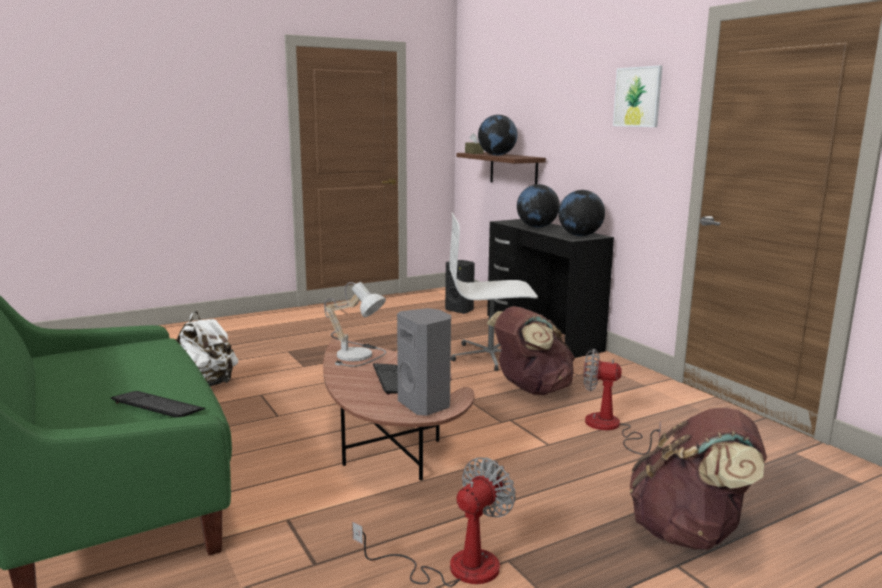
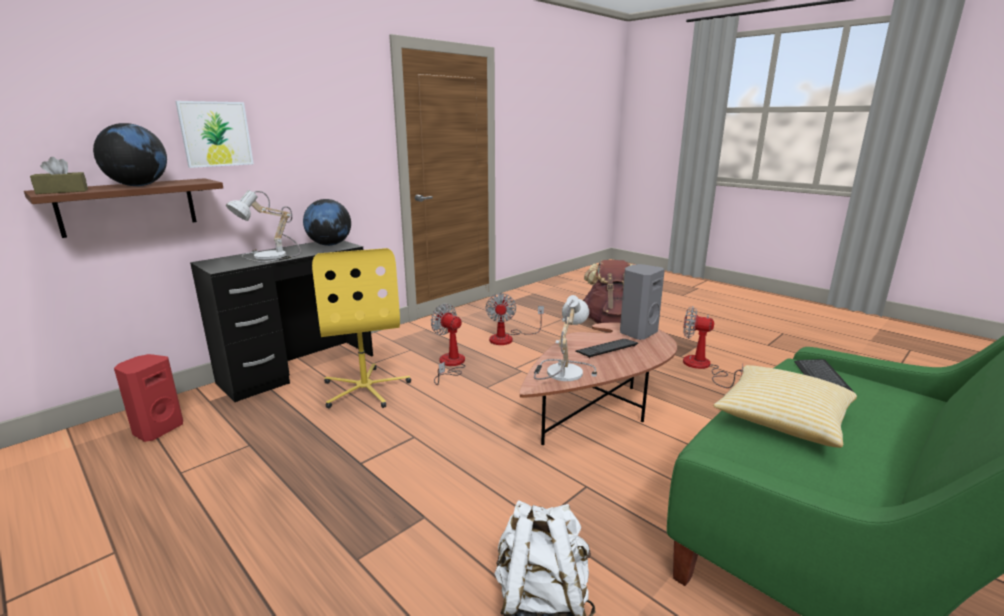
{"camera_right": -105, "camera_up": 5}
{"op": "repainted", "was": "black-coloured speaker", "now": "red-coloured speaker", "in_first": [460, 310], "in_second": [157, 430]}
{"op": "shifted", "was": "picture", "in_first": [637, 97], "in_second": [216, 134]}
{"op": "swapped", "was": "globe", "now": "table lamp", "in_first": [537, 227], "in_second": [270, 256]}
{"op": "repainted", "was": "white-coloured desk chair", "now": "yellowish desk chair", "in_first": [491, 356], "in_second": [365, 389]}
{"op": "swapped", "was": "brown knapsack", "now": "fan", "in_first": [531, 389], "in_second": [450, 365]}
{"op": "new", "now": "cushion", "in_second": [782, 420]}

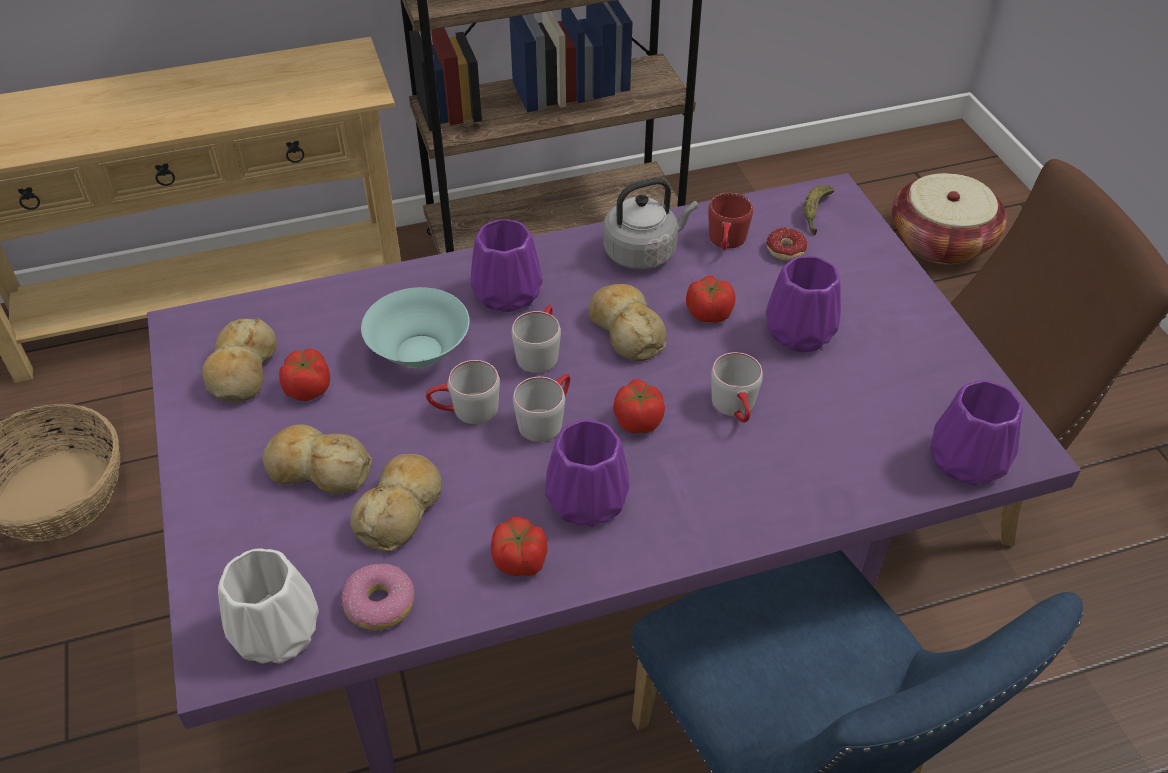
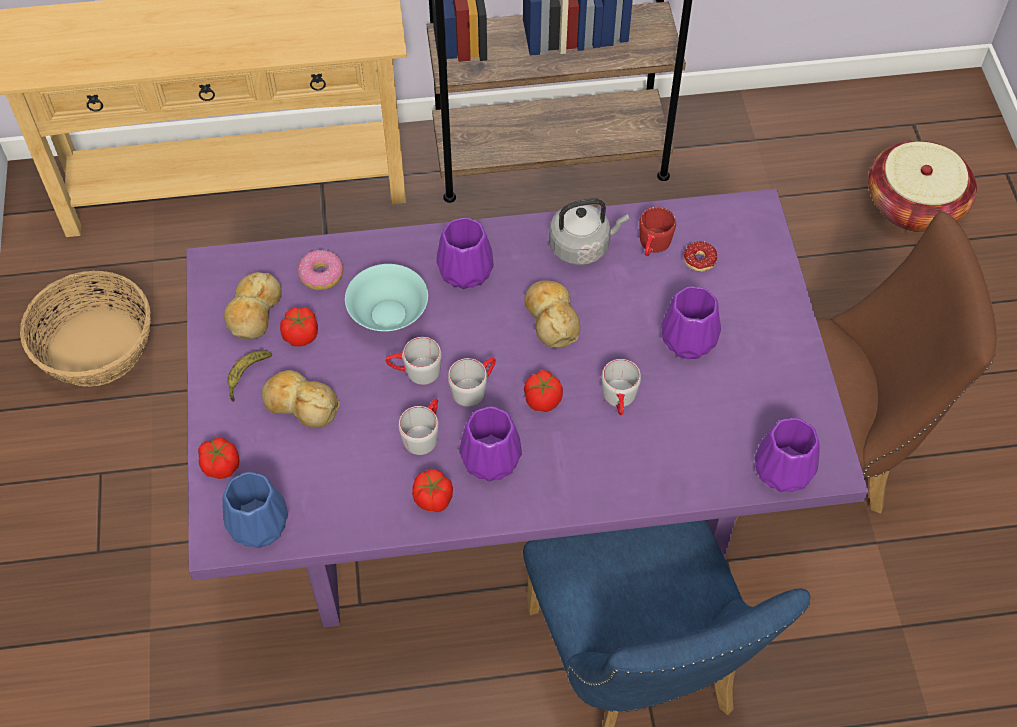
{"camera_right": 10, "camera_up": 10}
{"op": "shifted", "was": "tomato", "in_first": [708, 313], "in_second": [220, 465]}
{"op": "repainted", "was": "white-coloured decorative vase", "now": "blue-coloured decorative vase", "in_first": [278, 632], "in_second": [260, 524]}
{"op": "shifted", "was": "banana", "in_first": [815, 213], "in_second": [246, 376]}
{"op": "shifted", "was": "ring doughnut", "in_first": [380, 604], "in_second": [321, 275]}
{"op": "shifted", "was": "greyish mug", "in_first": [540, 351], "in_second": [424, 433]}
{"op": "gone", "was": "baked bread", "in_first": [401, 509]}

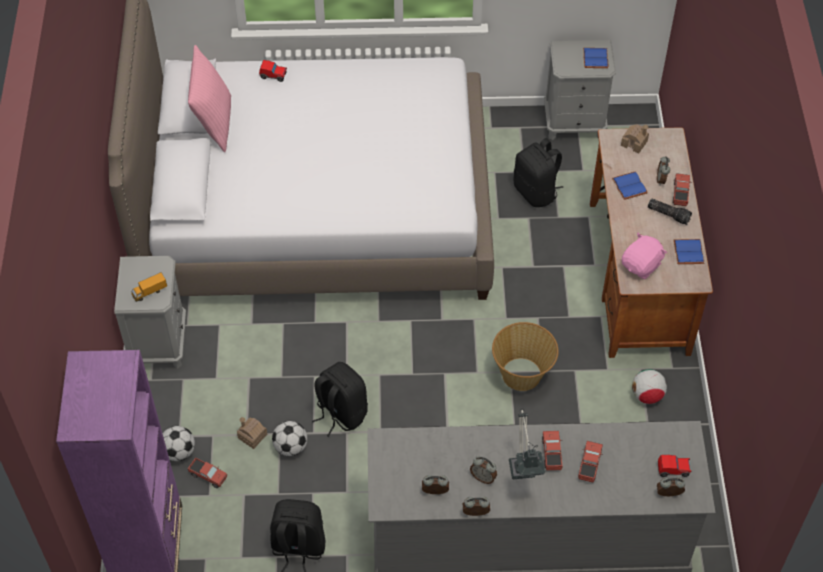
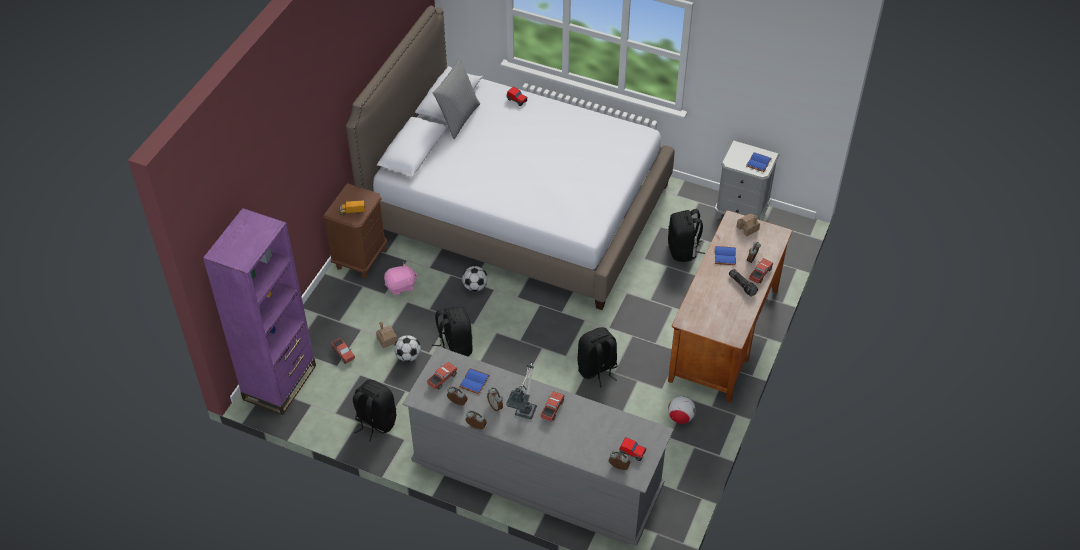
{"camera_right": 25, "camera_up": -5}
{"op": "repainted", "was": "greyish bedside table", "now": "brown bedside table", "in_first": [159, 343], "in_second": [360, 258]}
{"op": "shifted", "was": "pink-coloured soft toy", "in_first": [641, 265], "in_second": [401, 286]}
{"op": "shifted", "was": "toy lorry", "in_first": [589, 465], "in_second": [442, 379]}
{"op": "repainted", "was": "pink-coloured cushion", "now": "greyish cushion", "in_first": [214, 123], "in_second": [458, 118]}
{"op": "shifted", "was": "blue-coloured bound book", "in_first": [687, 252], "in_second": [474, 381]}
{"op": "shifted", "was": "football ball", "in_first": [179, 452], "in_second": [475, 287]}
{"op": "swapped", "was": "storage basket", "now": "black-coloured knapsack", "in_first": [522, 374], "in_second": [597, 369]}

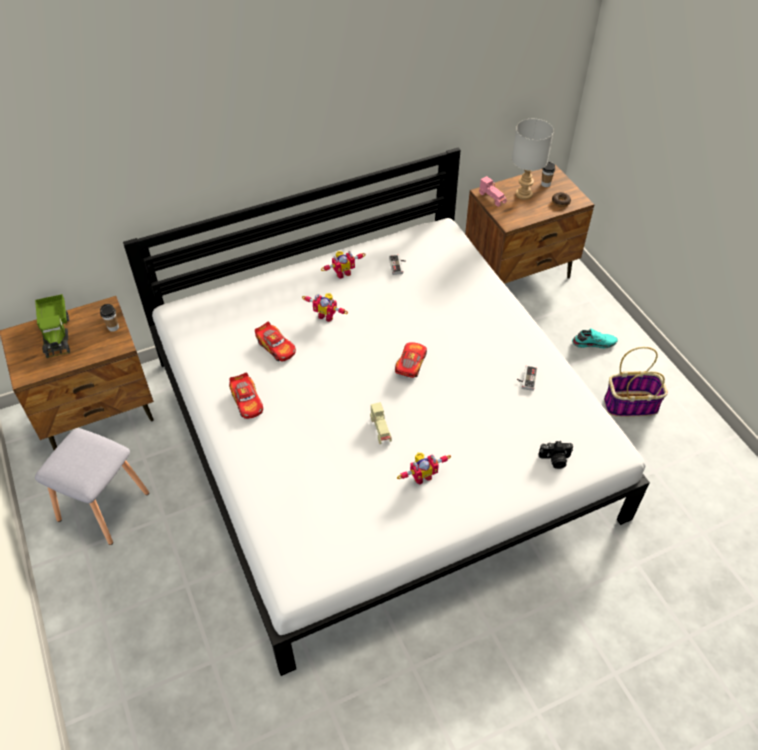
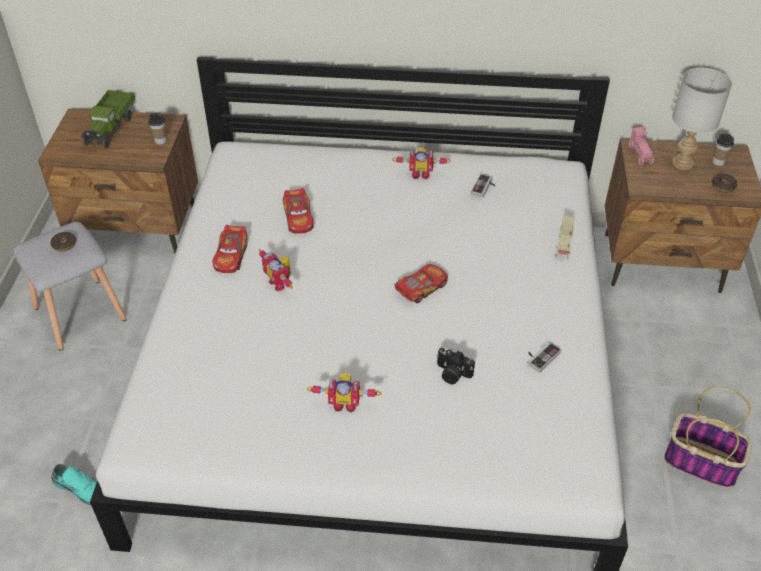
{"camera_right": 30, "camera_up": -5}
{"op": "new", "now": "ring doughnut", "in_second": [64, 244]}
{"op": "shifted", "was": "turquoise-coloured shoe", "in_first": [593, 342], "in_second": [82, 488]}
{"op": "shifted", "was": "toy robot", "in_first": [327, 315], "in_second": [280, 283]}
{"op": "shifted", "was": "photo camera", "in_first": [555, 460], "in_second": [452, 374]}
{"op": "shifted", "was": "sand-coloured miniature car", "in_first": [381, 430], "in_second": [564, 246]}

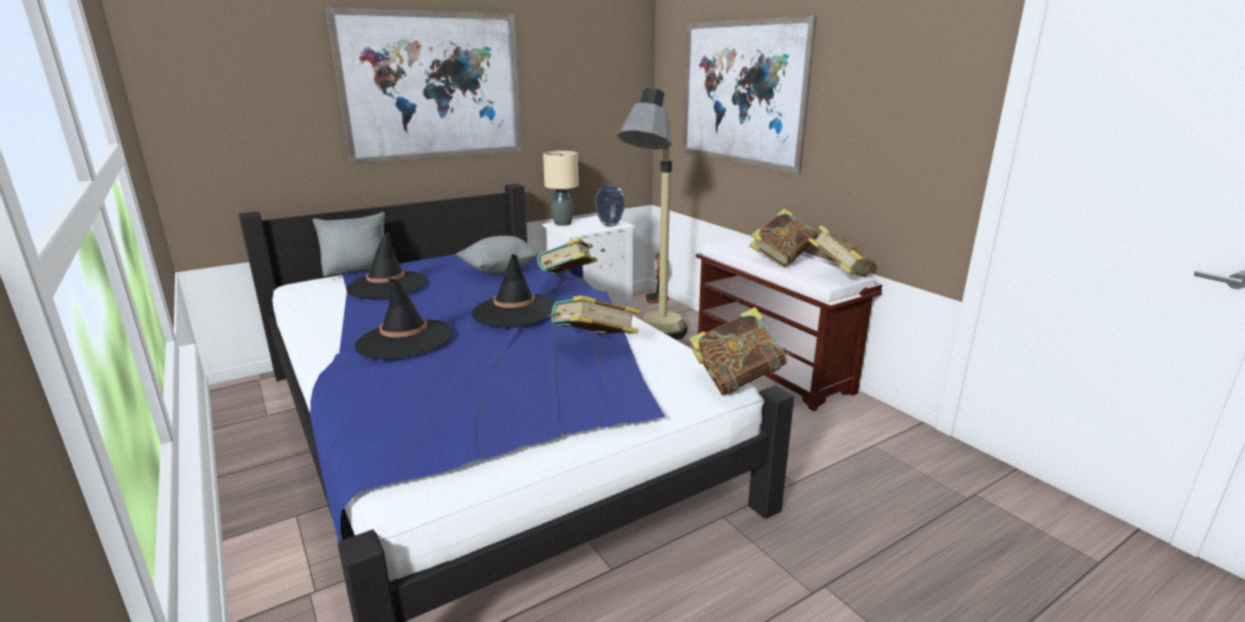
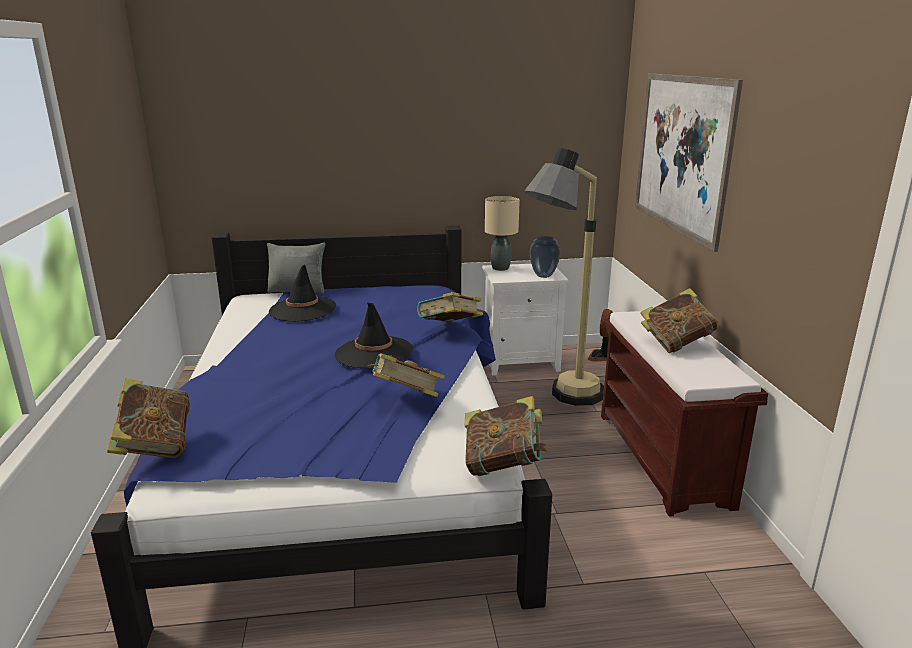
{"camera_right": 25, "camera_up": 0}
{"op": "shifted", "was": "bound book", "in_first": [839, 276], "in_second": [155, 447]}
{"op": "gone", "was": "picture", "in_first": [434, 86]}
{"op": "gone", "was": "black-coloured wearable hat", "in_first": [404, 340]}
{"op": "gone", "was": "greyish cushion", "in_first": [499, 270]}

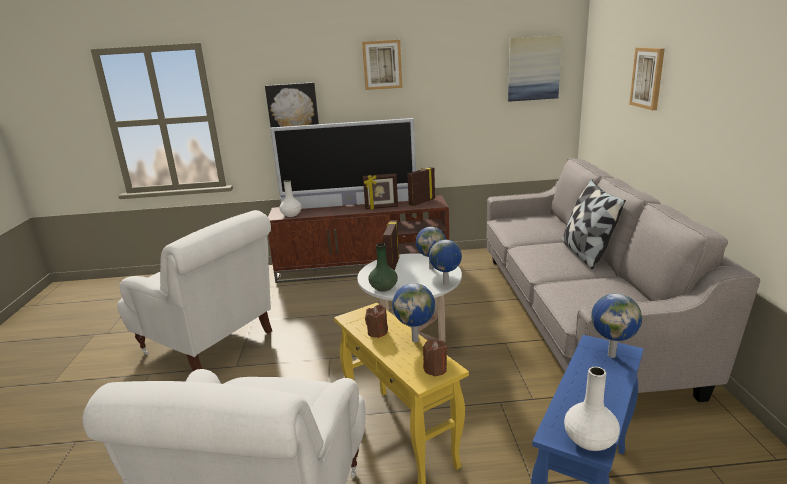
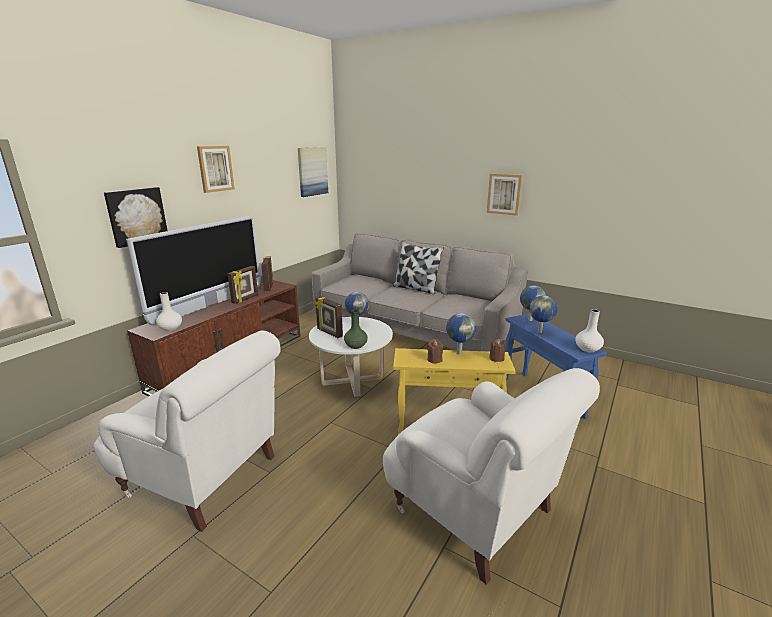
{"camera_right": -55, "camera_up": 0}
{"op": "rotated", "was": "white-coloured armchair", "in_first": [210, 343], "in_second": [205, 477], "clockwise": 45}
{"op": "shifted", "was": "picture", "in_first": [648, 78], "in_second": [504, 194]}
{"op": "shifted", "was": "globe", "in_first": [446, 284], "in_second": [540, 332]}

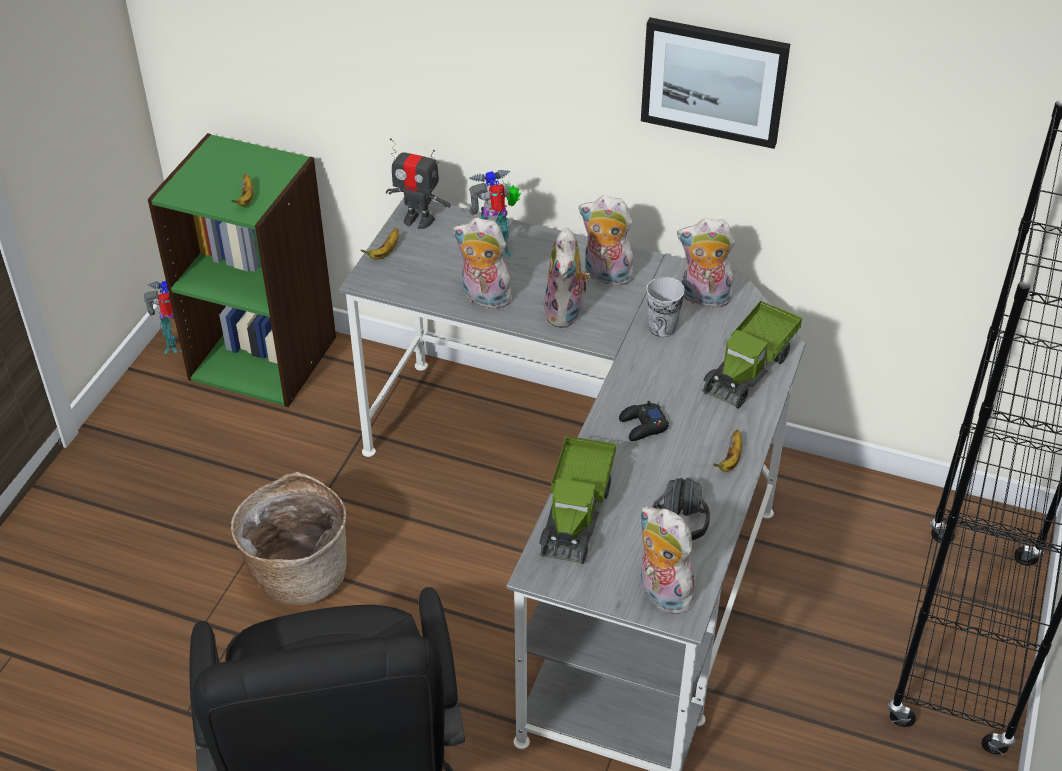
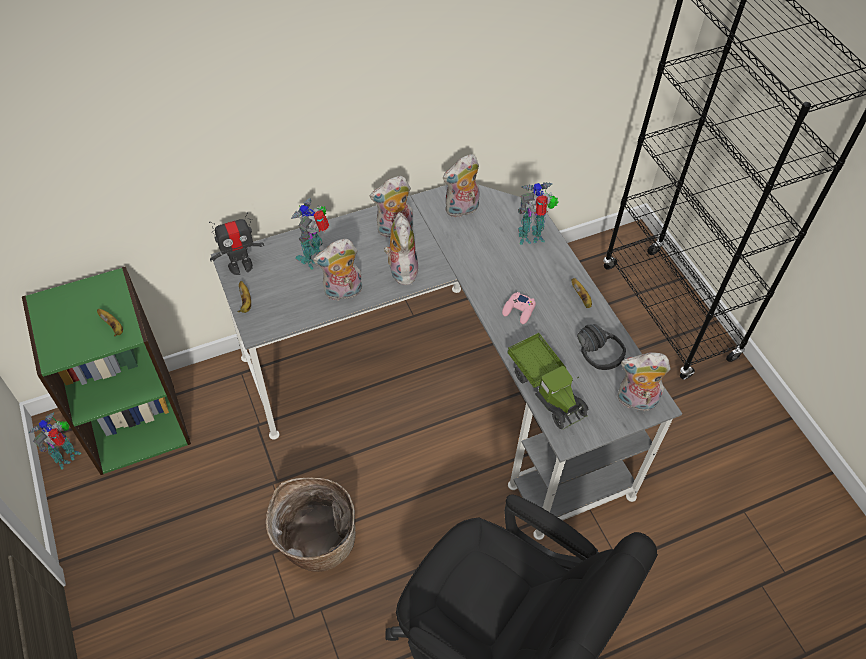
{"camera_right": -45, "camera_up": 10}
{"op": "rotated", "was": "soft toy", "in_first": [566, 314], "in_second": [401, 270], "clockwise": -150}
{"op": "repainted", "was": "black-coloured joypad", "now": "pink-coloured joypad", "in_first": [643, 426], "in_second": [519, 310]}
{"op": "swapped", "was": "toy lorry", "now": "toy robot", "in_first": [749, 370], "in_second": [532, 237]}
{"op": "gone", "was": "picture", "in_first": [714, 81]}
{"op": "gone", "was": "drinking cup", "in_first": [662, 328]}

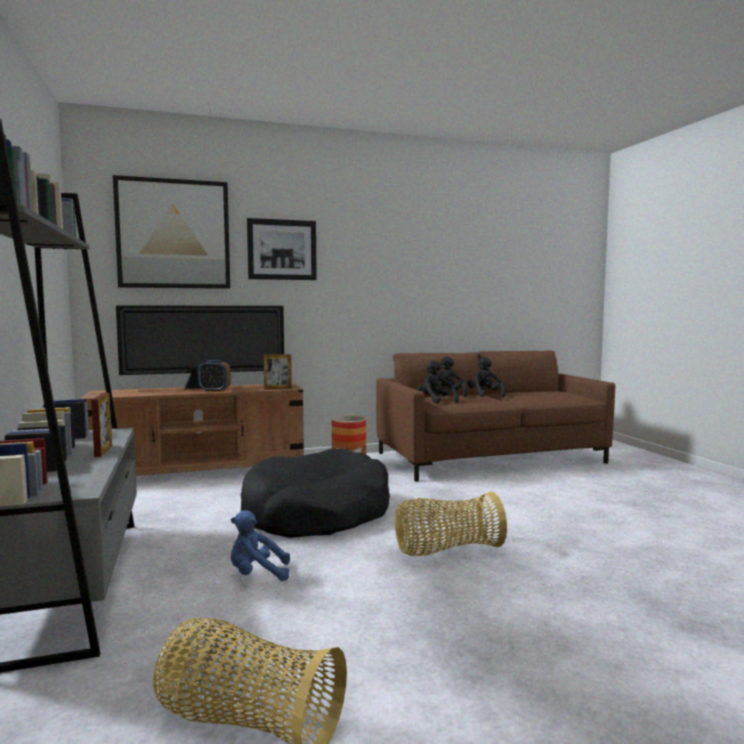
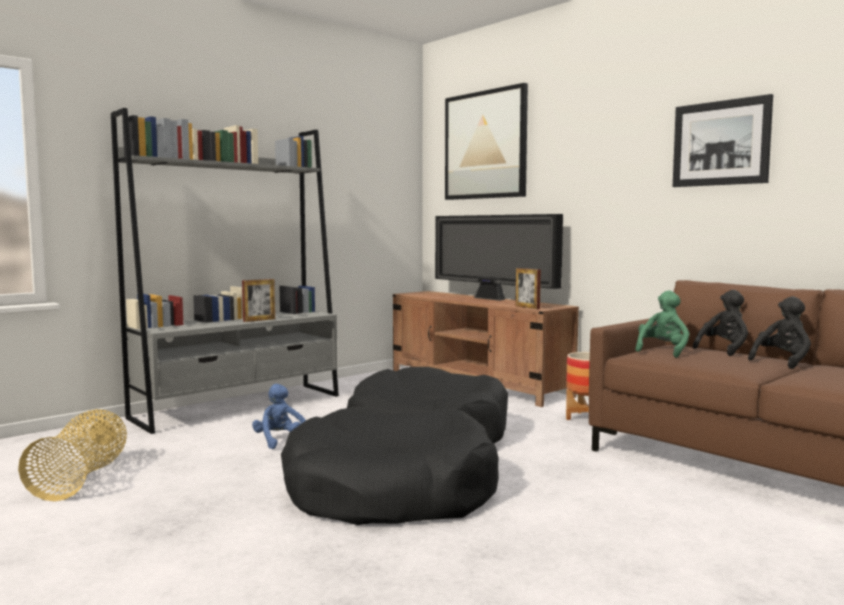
{"camera_right": 65, "camera_up": 0}
{"op": "swapped", "was": "storage basket", "now": "black-coloured pet bed", "in_first": [446, 550], "in_second": [389, 492]}
{"op": "repainted", "was": "black-coloured soft toy", "now": "greenish soft toy", "in_first": [435, 401], "in_second": [662, 351]}
{"op": "shifted", "was": "picture", "in_first": [282, 249], "in_second": [720, 143]}
{"op": "gone", "was": "alarm clock", "in_first": [214, 390]}

